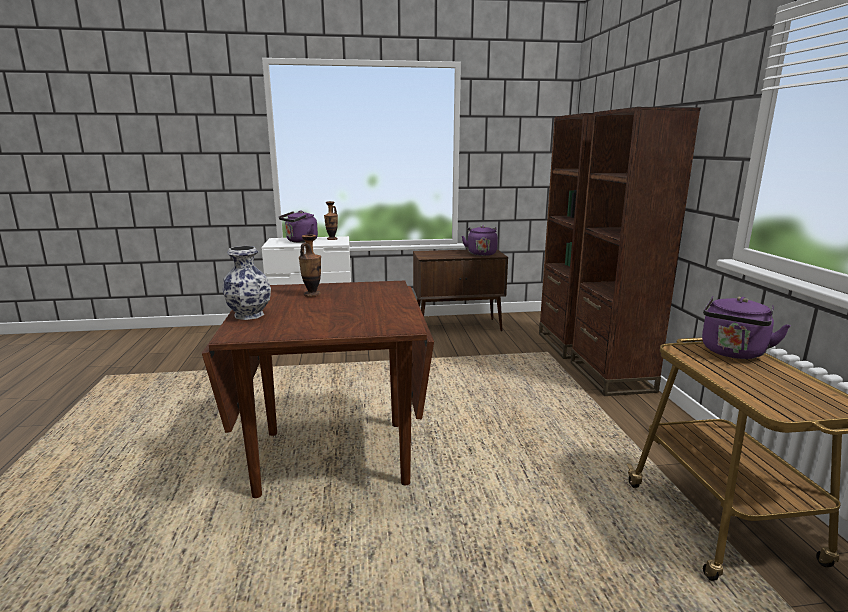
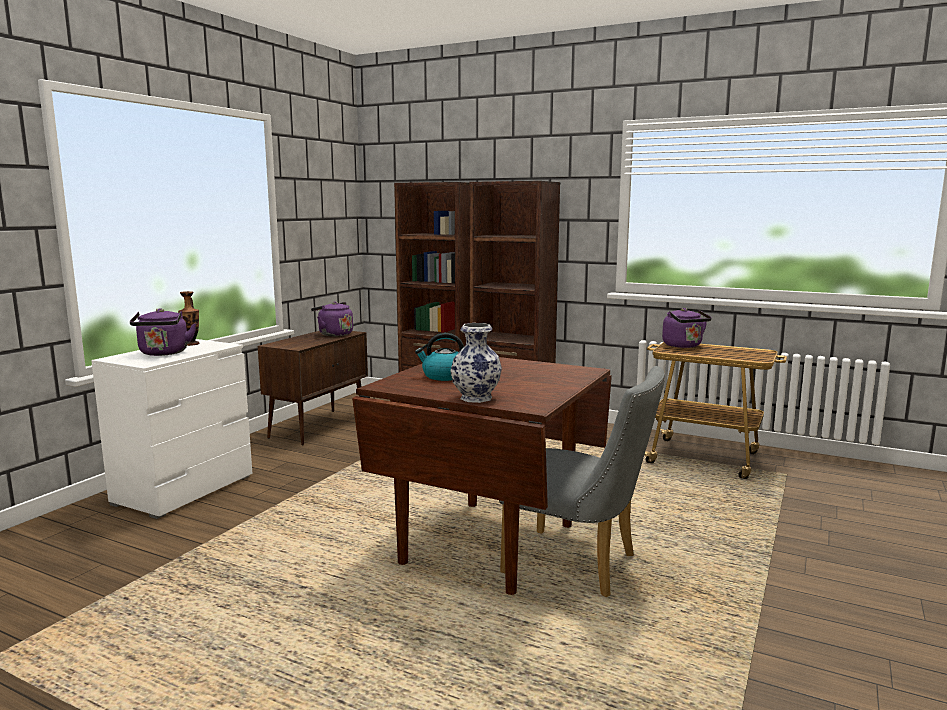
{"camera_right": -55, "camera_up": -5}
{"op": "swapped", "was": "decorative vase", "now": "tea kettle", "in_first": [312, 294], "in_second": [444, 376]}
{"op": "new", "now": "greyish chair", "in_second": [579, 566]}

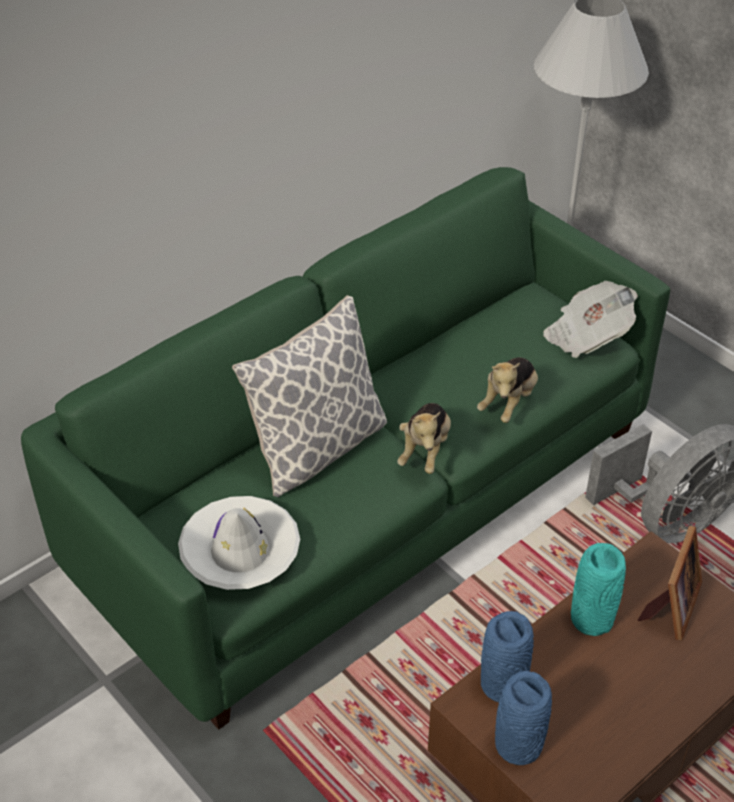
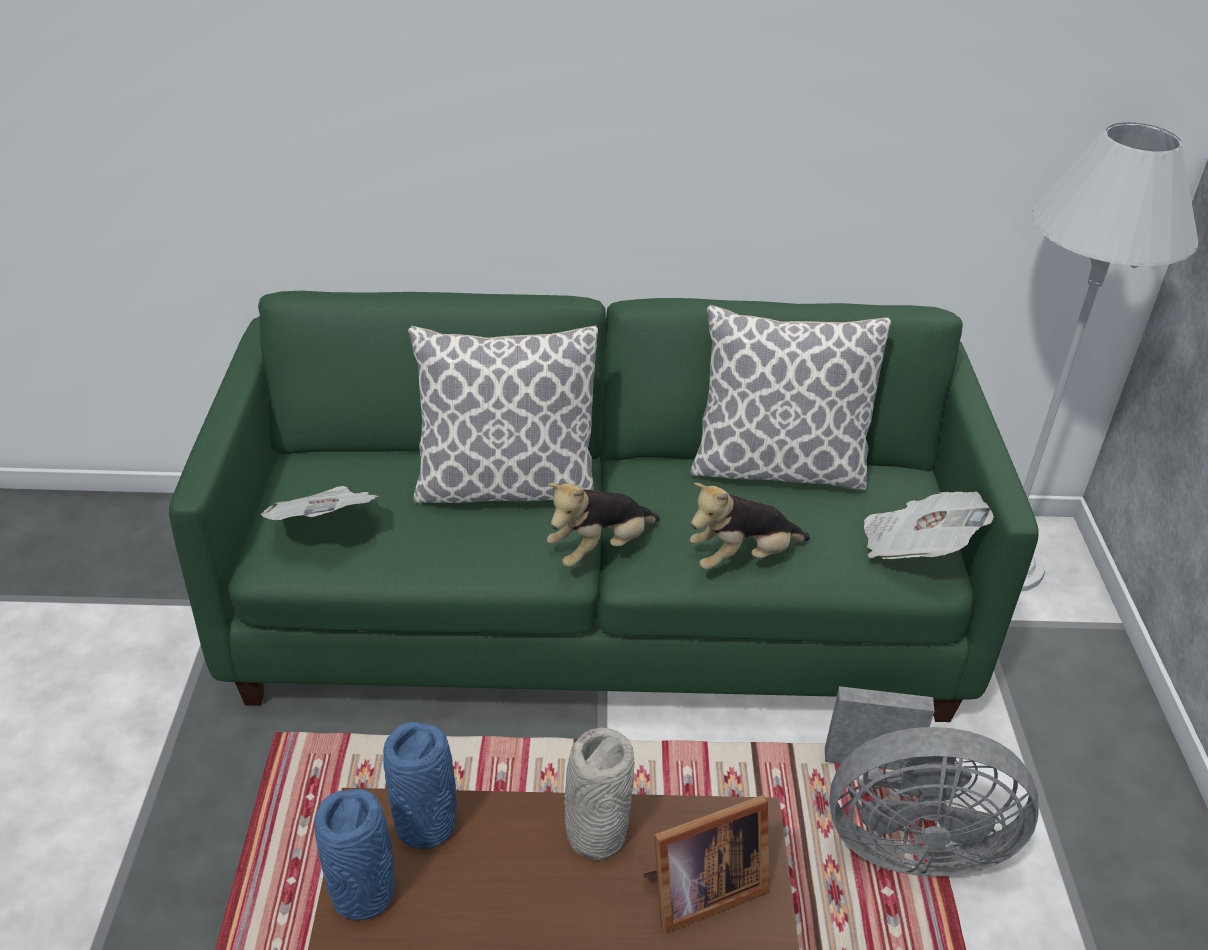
{"camera_right": 40, "camera_up": -5}
{"op": "swapped", "was": "white-coloured wearable hat", "now": "daily paper", "in_first": [240, 552], "in_second": [324, 526]}
{"op": "repainted", "was": "turquoise-coloured decorative vase", "now": "greyish decorative vase", "in_first": [591, 620], "in_second": [594, 835]}
{"op": "new", "now": "cushion", "in_second": [777, 467]}

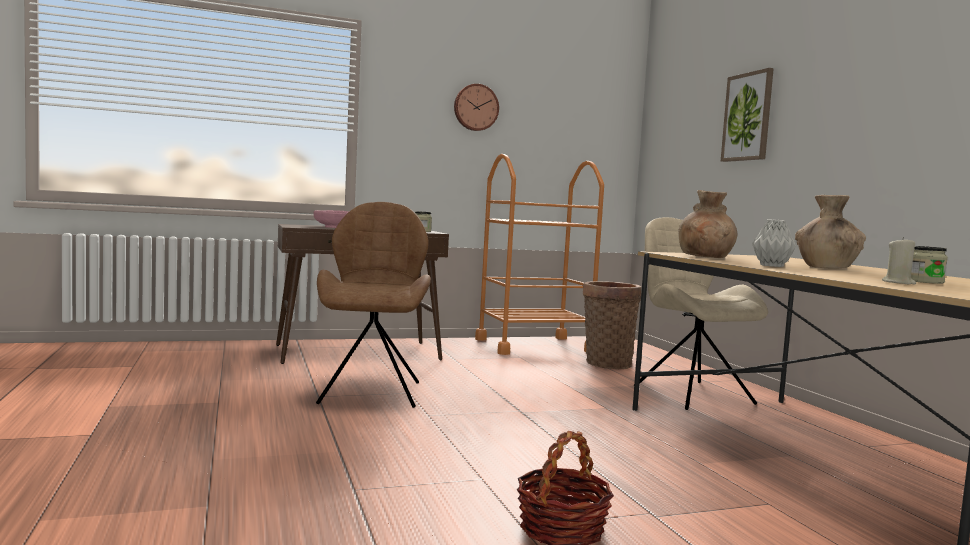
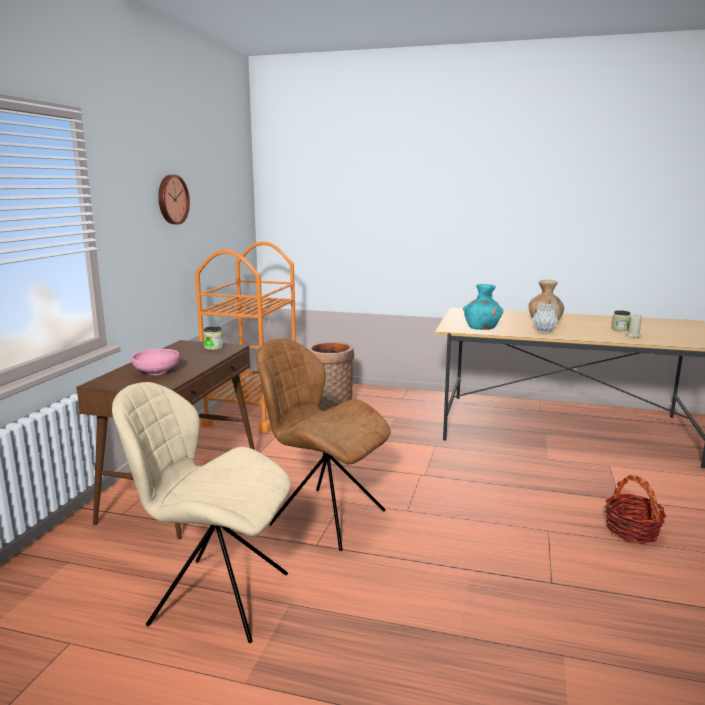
{"camera_right": -55, "camera_up": 10}
{"op": "shifted", "was": "sand-coloured chair", "in_first": [690, 394], "in_second": [215, 597]}
{"op": "repainted", "was": "brown decorative vase", "now": "turquoise-coloured decorative vase", "in_first": [705, 257], "in_second": [482, 328]}
{"op": "gone", "was": "picture", "in_first": [748, 117]}

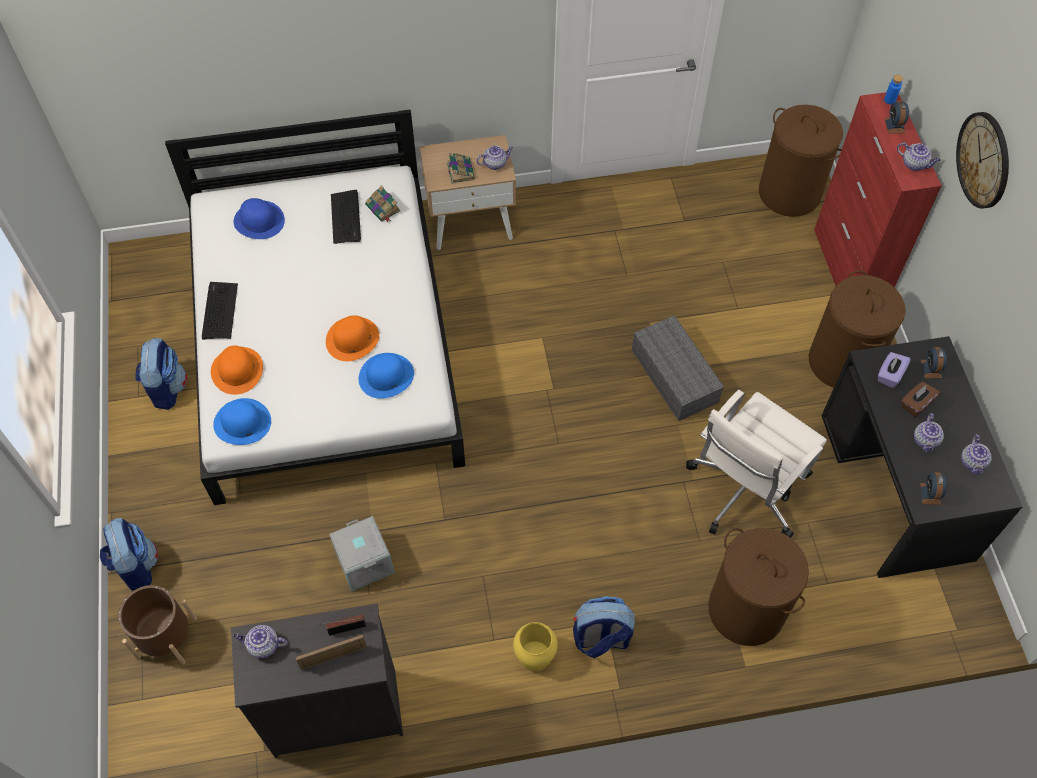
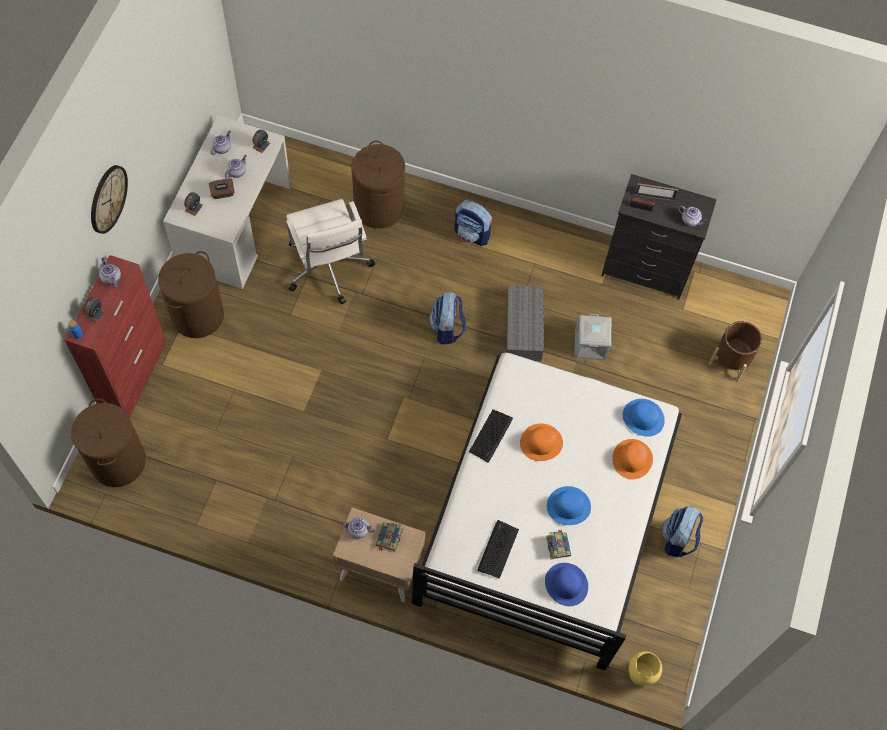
{"camera_right": -155, "camera_up": 5}
{"op": "repainted", "was": "black-coloured desk unit", "now": "white-coloured desk unit", "in_first": [896, 486], "in_second": [235, 226]}
{"op": "rotated", "was": "white-coloured desk chair", "in_first": [744, 491], "in_second": [328, 269], "clockwise": 90}
{"op": "shifted", "was": "knapsack", "in_first": [135, 566], "in_second": [447, 328]}
{"op": "shifted", "was": "keyboard", "in_first": [219, 311], "in_second": [491, 435]}
{"op": "shifted", "was": "greyish storage box", "in_first": [672, 375], "in_second": [524, 329]}
{"op": "shifted", "was": "bound book", "in_first": [383, 208], "in_second": [558, 545]}
{"op": "shifted", "was": "blue-coloured wearable hat", "in_first": [386, 376], "in_second": [568, 506]}
{"op": "shifted", "was": "yellowish decorative vase", "in_first": [534, 656], "in_second": [641, 673]}
{"op": "gone", "was": "purple-coloured box of tissues", "in_first": [890, 375]}

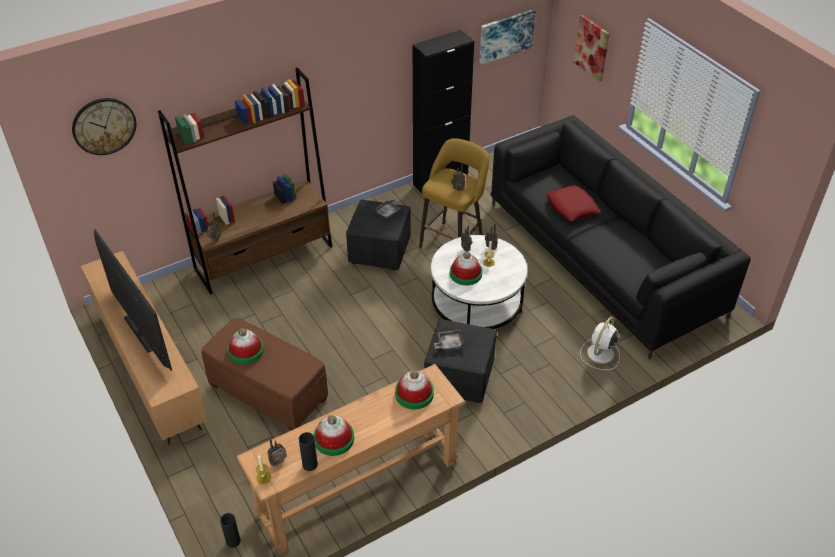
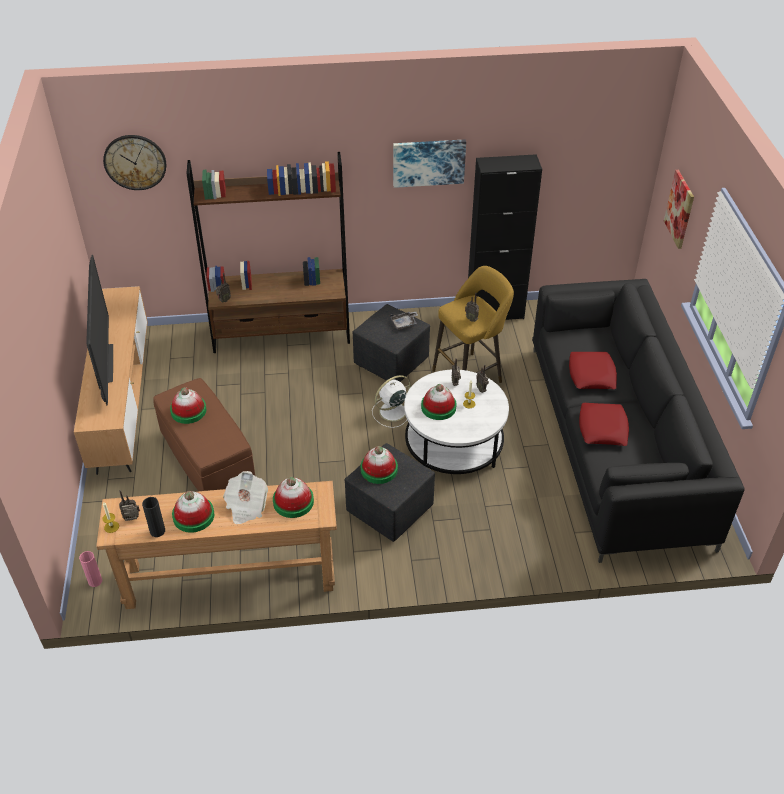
{"camera_right": 25, "camera_up": 0}
{"op": "repainted", "was": "black-coloured decorative vase", "now": "pink-coloured decorative vase", "in_first": [233, 541], "in_second": [95, 581]}
{"op": "new", "now": "daily paper", "in_second": [246, 506]}
{"op": "swapped", "was": "greyish carrying tray", "now": "wearable hat", "in_first": [449, 343], "in_second": [379, 469]}
{"op": "shifted", "was": "white-coloured fan", "in_first": [600, 354], "in_second": [391, 412]}
{"op": "shifted", "was": "picture", "in_first": [505, 35], "in_second": [428, 162]}
{"op": "new", "now": "red-coloured cushion", "in_second": [603, 428]}

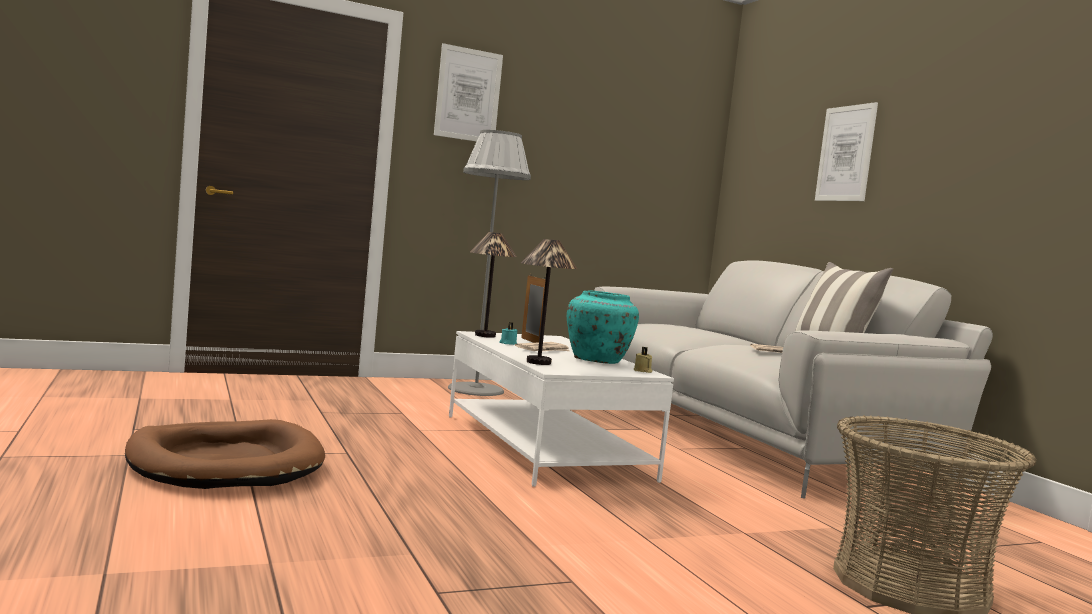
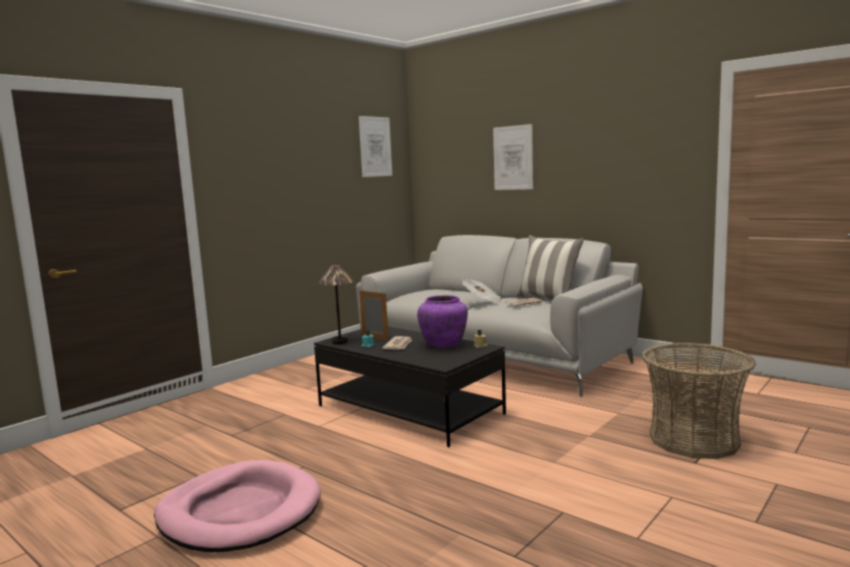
{"camera_right": -25, "camera_up": 5}
{"op": "repainted", "was": "brown pet bed", "now": "pink-coloured pet bed", "in_first": [226, 463], "in_second": [240, 512]}
{"op": "repainted", "was": "white-coloured coffee table", "now": "black-coloured coffee table", "in_first": [544, 446], "in_second": [409, 410]}
{"op": "shifted", "was": "picture", "in_first": [468, 94], "in_second": [375, 146]}
{"op": "repainted", "was": "turquoise-coloured decorative vase", "now": "purple-coloured decorative vase", "in_first": [598, 361], "in_second": [444, 345]}
{"op": "new", "now": "daily paper", "in_second": [482, 302]}
{"op": "gone", "was": "greyish standing lamp", "in_first": [476, 389]}
{"op": "gone", "was": "table lamp", "in_first": [539, 362]}

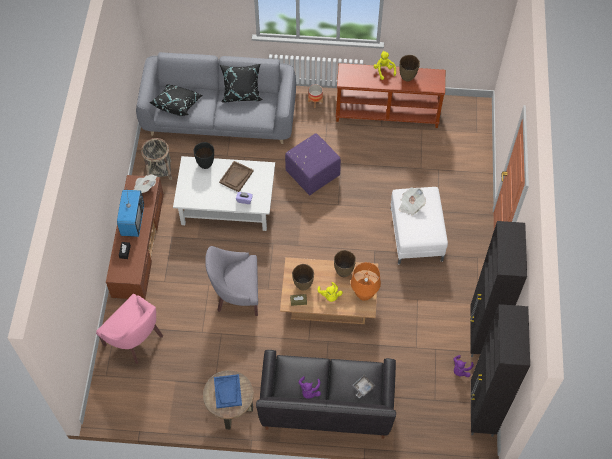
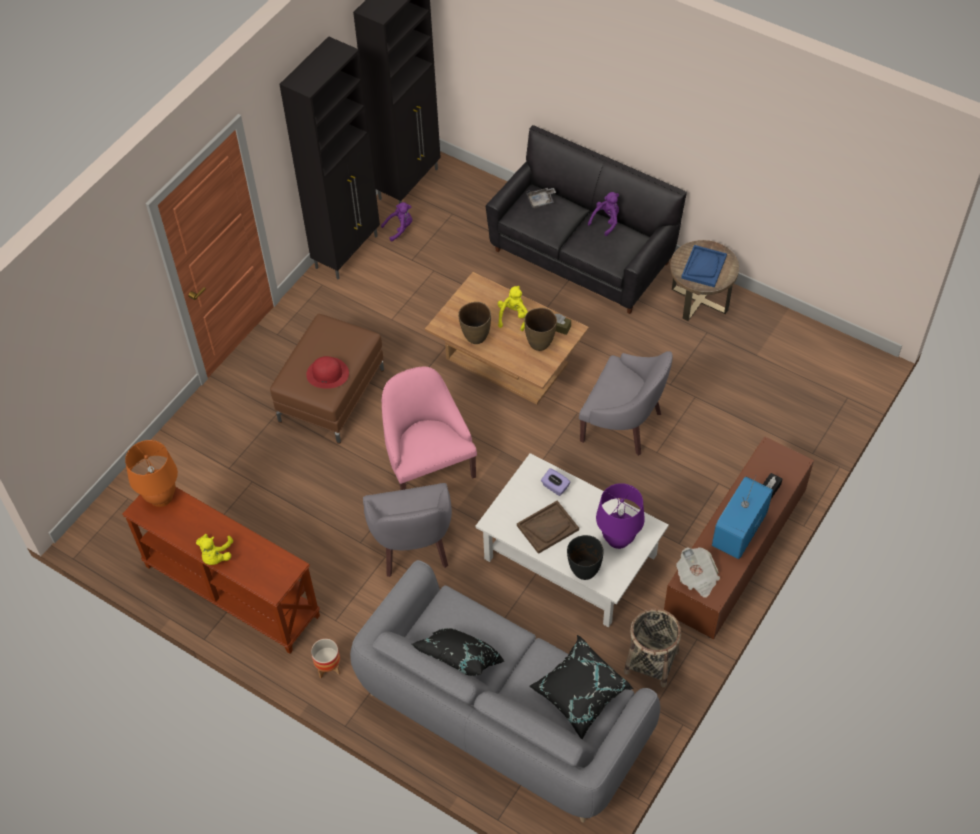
{"camera_right": -150, "camera_up": -5}
{"op": "shifted", "was": "orange-coloured table lamp", "in_first": [364, 294], "in_second": [161, 496]}
{"op": "repainted", "was": "white-coloured footrest", "now": "brown footrest", "in_first": [416, 235], "in_second": [331, 394]}
{"op": "swapped", "was": "daily paper", "now": "red-coloured wearable hat", "in_first": [411, 205], "in_second": [327, 373]}
{"op": "swapped", "was": "purple-coloured footrest", "now": "greyish armchair", "in_first": [313, 173], "in_second": [413, 546]}
{"op": "shifted", "was": "pink-coloured armchair", "in_first": [136, 339], "in_second": [428, 466]}
{"op": "new", "now": "purple-coloured table lamp", "in_second": [618, 538]}
{"op": "gone", "was": "brown decorative vase", "in_first": [407, 77]}

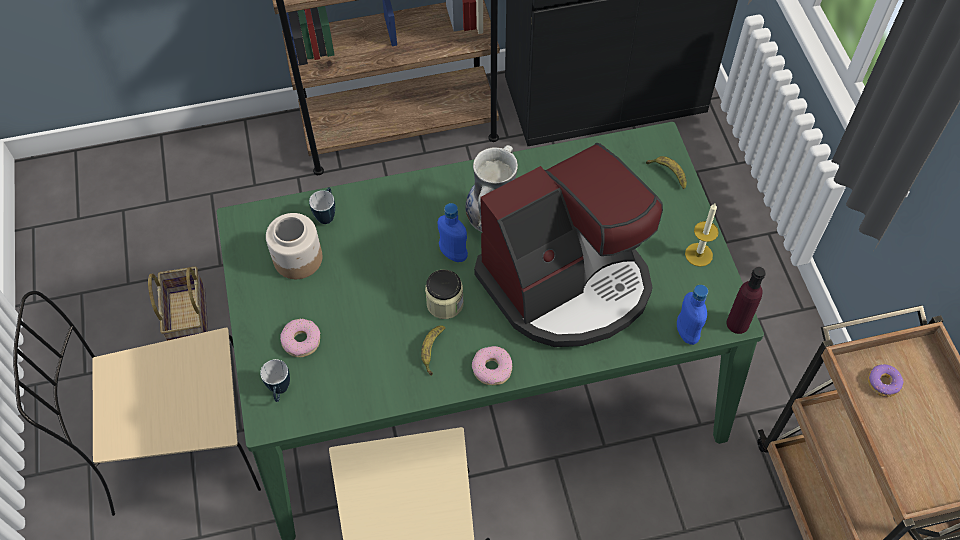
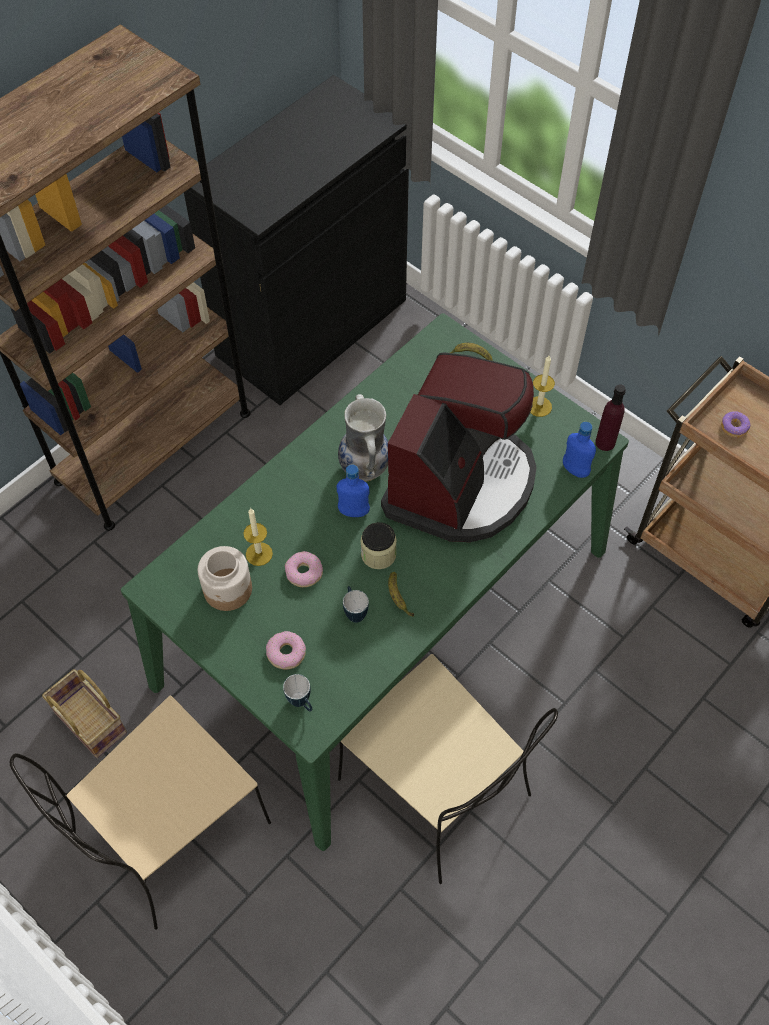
{"camera_right": -35, "camera_up": 0}
{"op": "new", "now": "candle", "in_second": [259, 554]}
{"op": "shifted", "was": "ring doughnut", "in_first": [492, 369], "in_second": [304, 572]}
{"op": "shifted", "was": "mug", "in_first": [327, 214], "in_second": [354, 611]}

